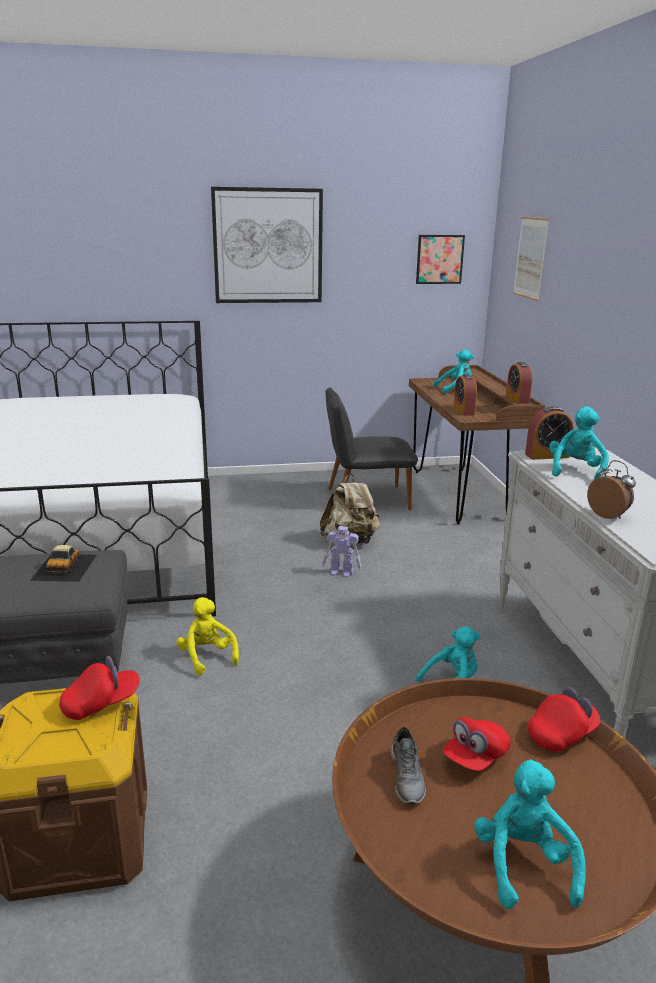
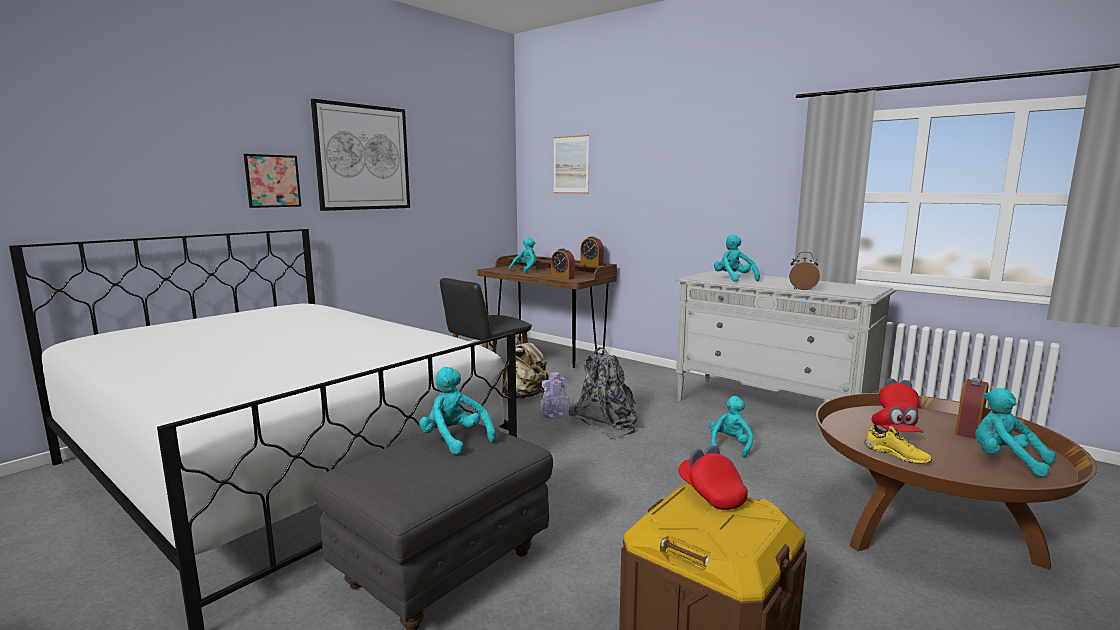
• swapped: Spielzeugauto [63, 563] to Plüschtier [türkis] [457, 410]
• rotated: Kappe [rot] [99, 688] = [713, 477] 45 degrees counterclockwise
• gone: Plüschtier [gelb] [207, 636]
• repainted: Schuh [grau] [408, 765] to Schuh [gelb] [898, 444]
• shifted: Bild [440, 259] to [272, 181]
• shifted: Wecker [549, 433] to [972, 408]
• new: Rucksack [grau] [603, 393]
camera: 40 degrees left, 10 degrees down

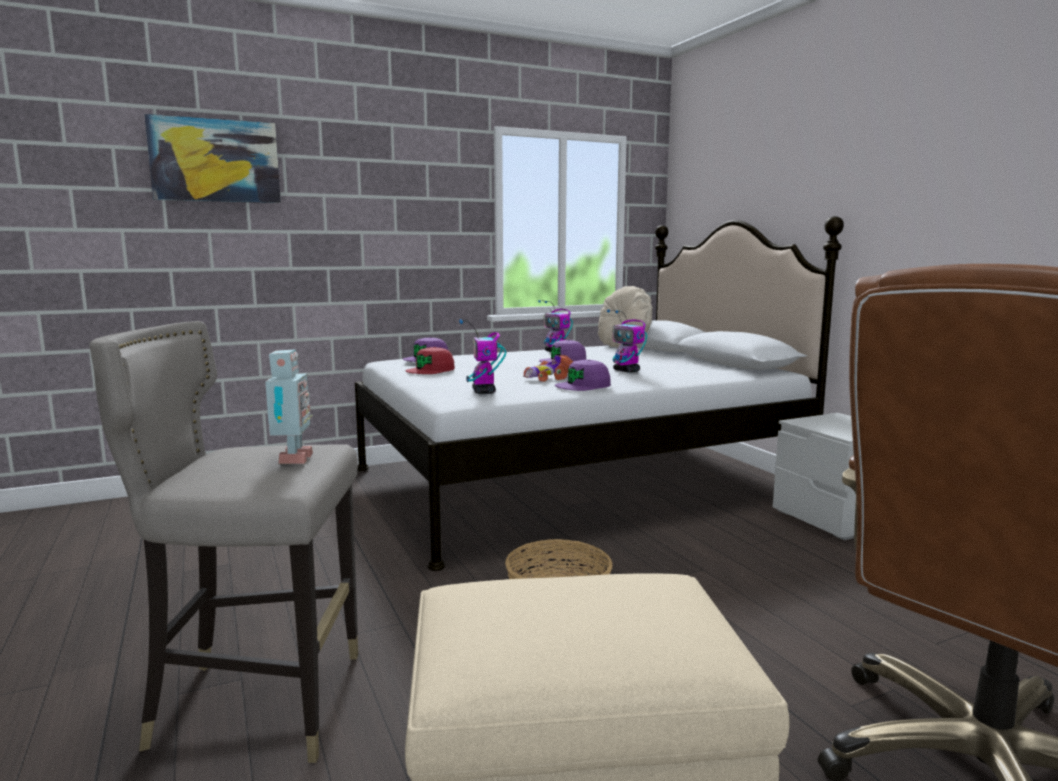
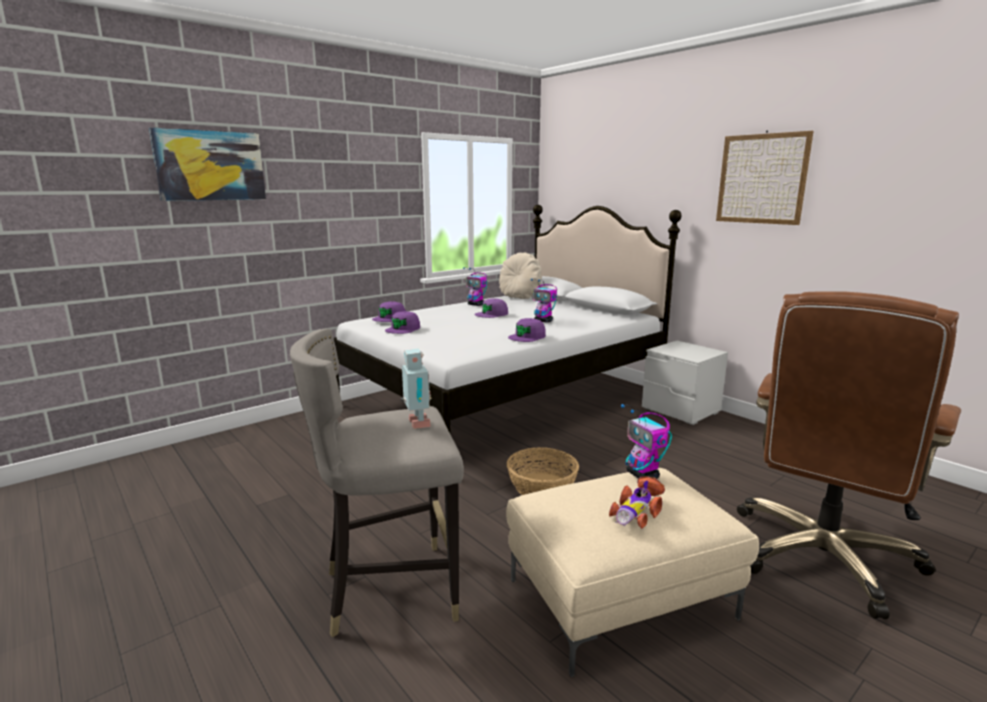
• repainted: Kappe [rot] [430, 360] to Kappe [lila] [402, 322]
• shifted: Spielzeugroboter [482, 356] to [646, 441]
• shifted: Spielzeugauto [548, 368] to [637, 502]
• new: Bild [765, 177]
camera: 15 degrees left, 5 degrees up

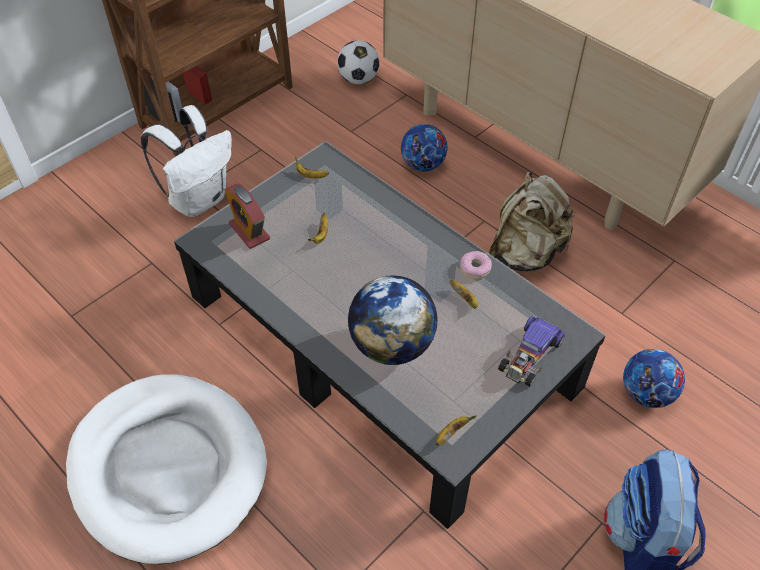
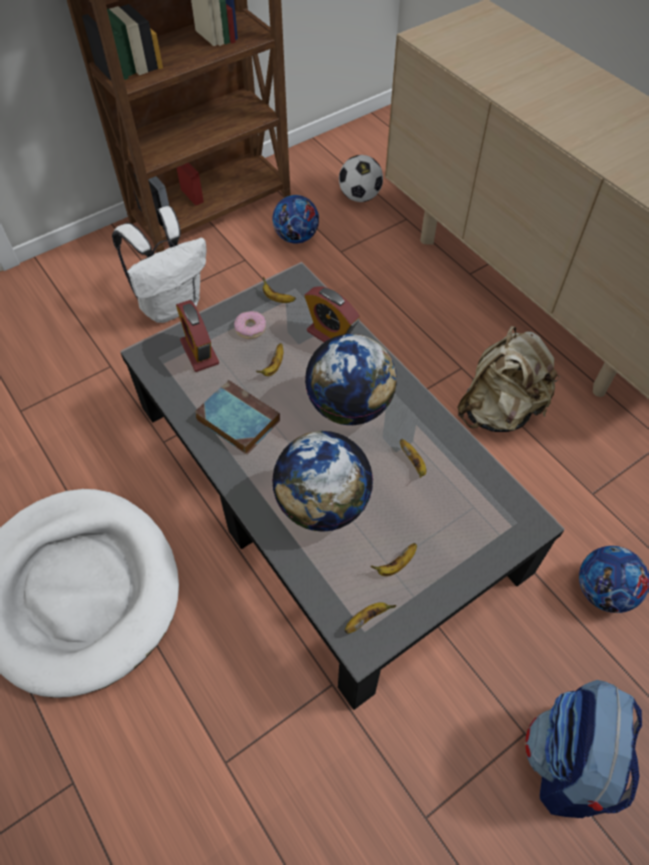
• shifted: Fußball [424, 147] to [295, 219]
• shifted: Donut [476, 265] to [250, 325]
• gone: Spielzeugauto [531, 351]
• new: Buch [237, 417]
• new: Wecker [332, 314]
• new: Globus [351, 379]
• new: Banane [393, 559]
camera: 10 degrees right, 5 degrees up

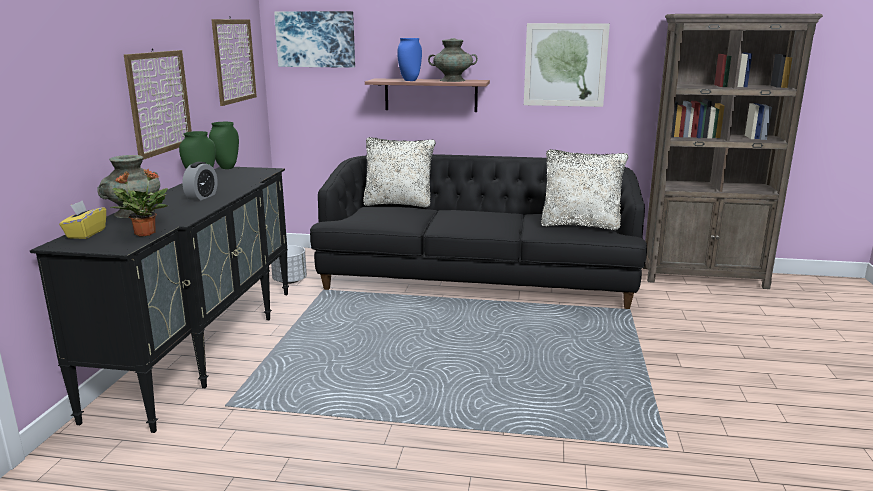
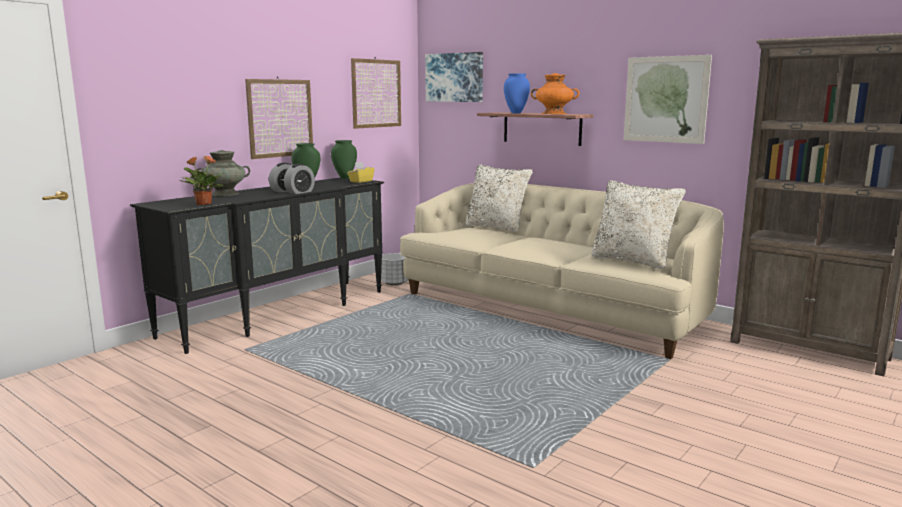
• shifted: Taschentuchbox [gelb] [82, 219] to [360, 172]
• repainted: Sofa [schwarz] [478, 231] to Sofa [beige] [562, 271]
• repainted: Vase [türkis] [453, 60] to Vase [orange] [555, 93]
• new: Wecker [299, 179]
camera: 30 degrees right, 5 degrees down

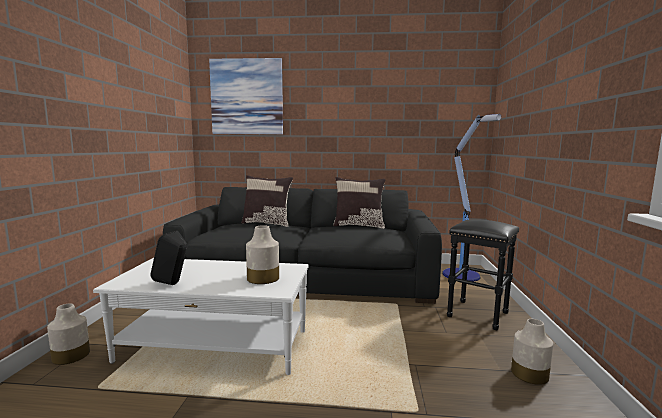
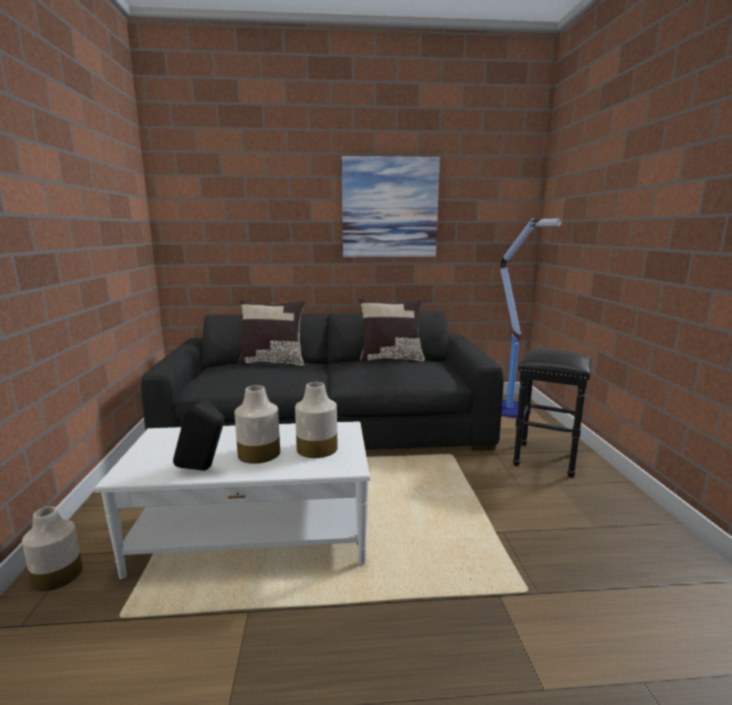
• shifted: Bild [246, 96] to [391, 206]
• shifted: Vase [beige] [532, 352] to [257, 424]
camera: 10 degrees left, 5 degrees up

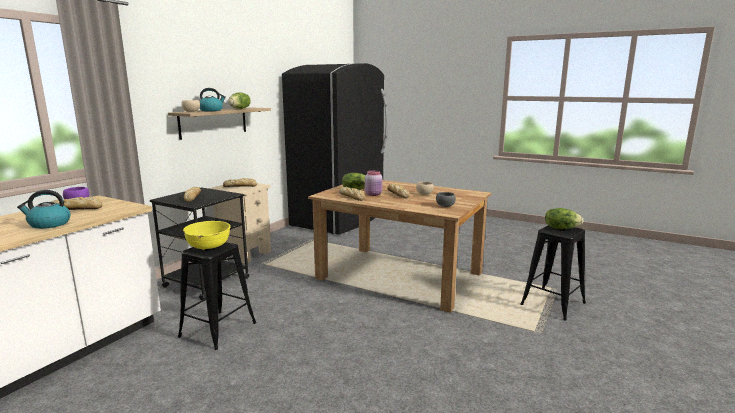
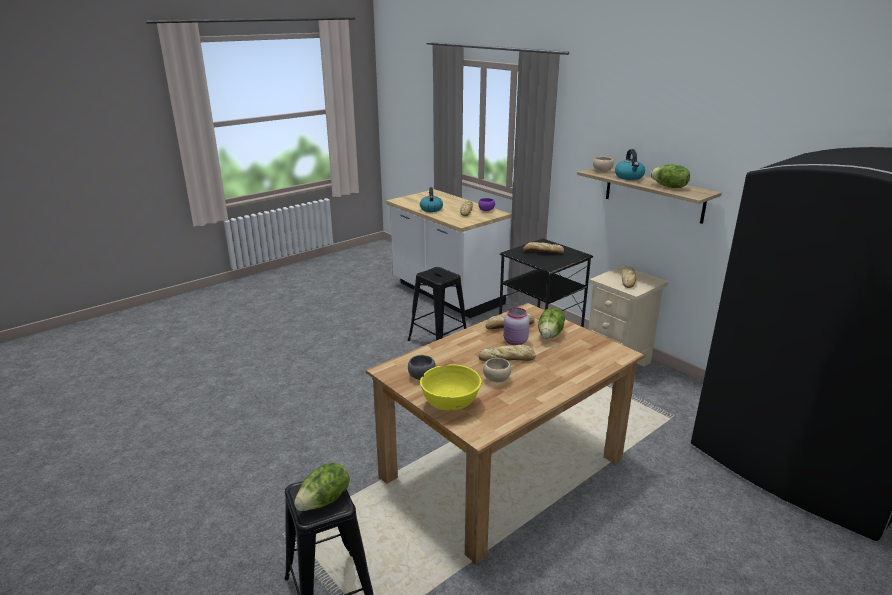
• shifted: Schüssel [gelb] [207, 235] to [451, 387]
camera: 110 degrees right, 10 degrees up

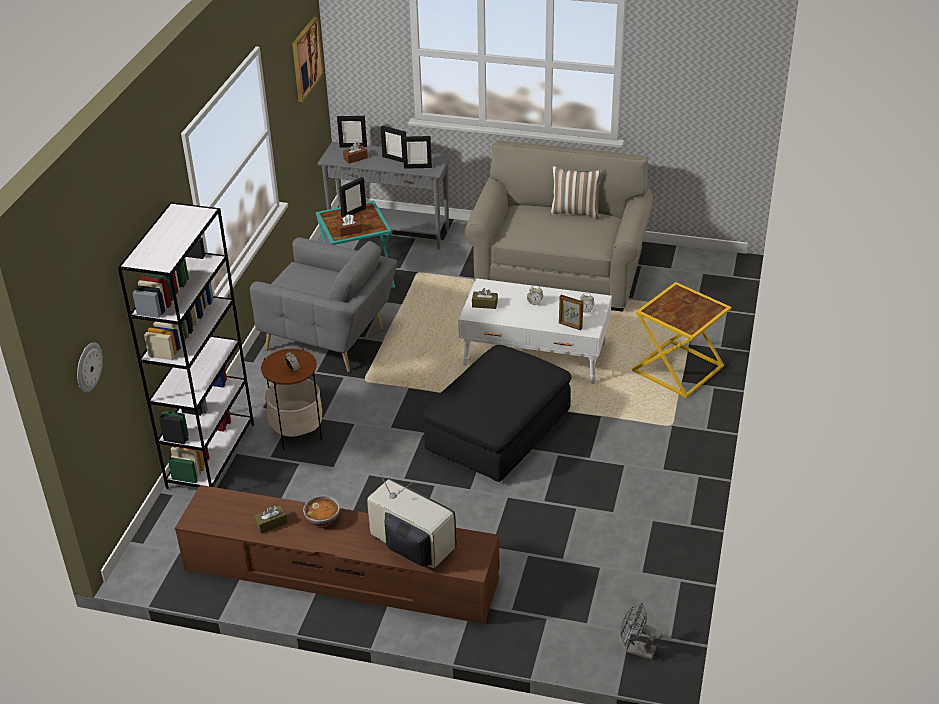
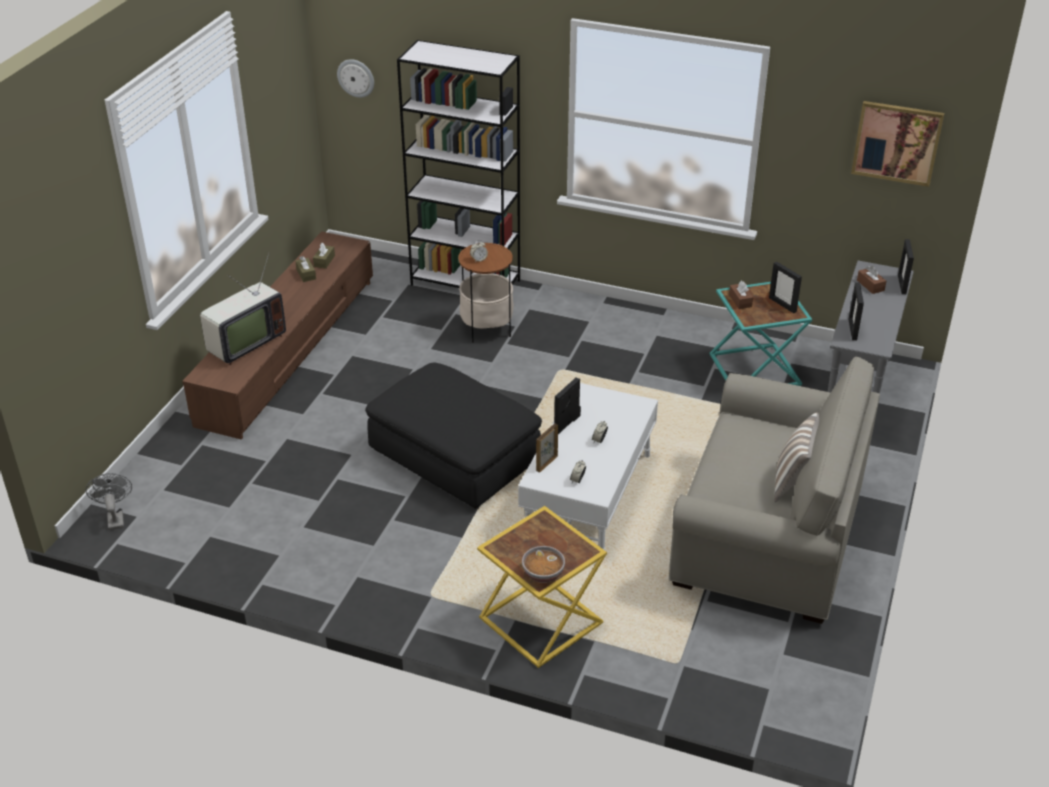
• gone: Sessel [grau] [323, 304]
• shifted: Schüssel [321, 511] to [543, 564]
• shifted: Bilderrahmen [393, 144] to [567, 405]
• shifted: Taschentuchbox [braun] [485, 298] to [324, 256]
• rotated: Ventilator [grau] [641, 631] = [109, 501] 45 degrees counterclockwise
camera: 95 degrees right, 0 degrees up

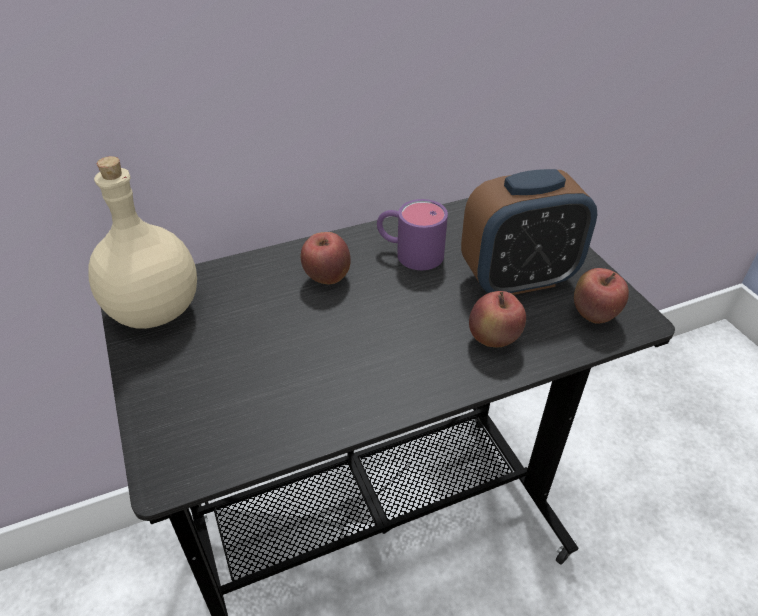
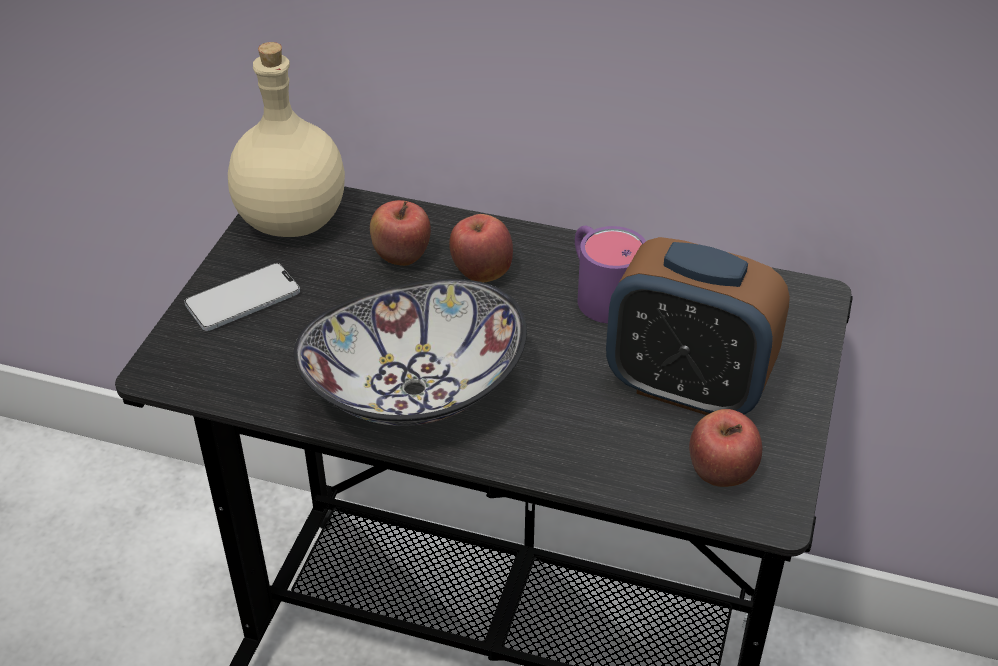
• shifted: Apfel [497, 319] to [400, 233]
• new: Handy [242, 297]
• new: Schüssel [410, 352]
camera: 40 degrees right, 0 degrees up

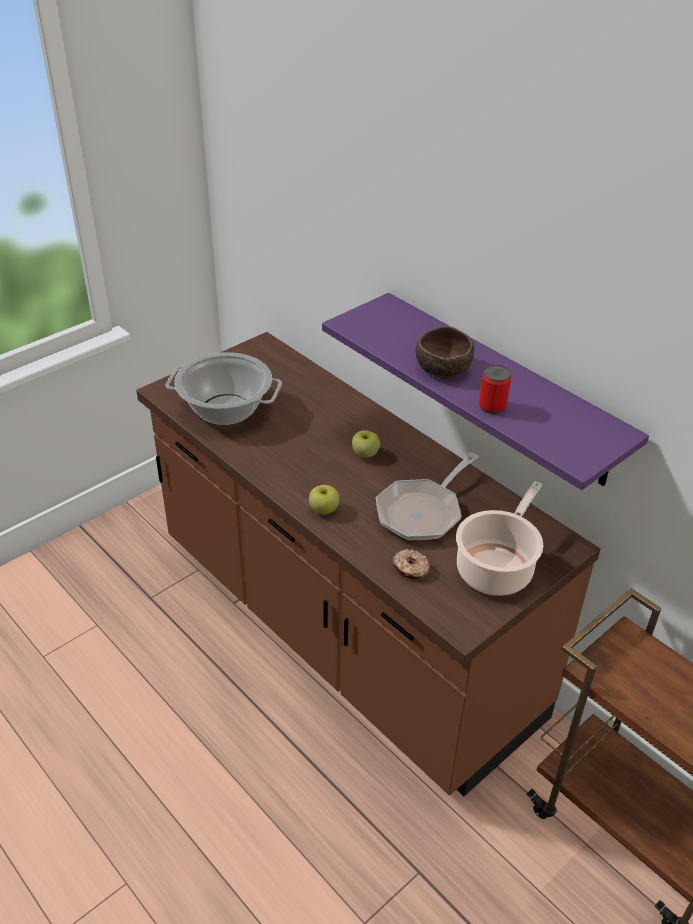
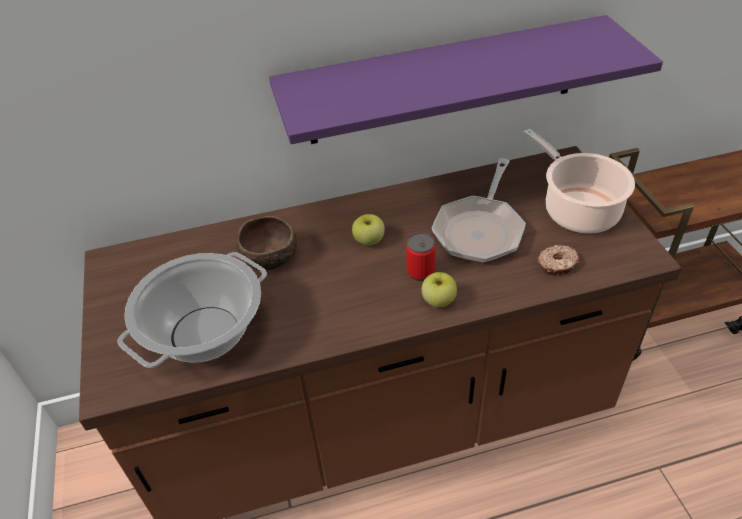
• rotated: Pfanne [427, 496] = [479, 210] 45 degrees clockwise
• shifted: Schüssel [braun] [444, 352] to [266, 243]
• shifted: Dose [495, 389] to [421, 257]
camera: 60 degrees left, 5 degrees up

